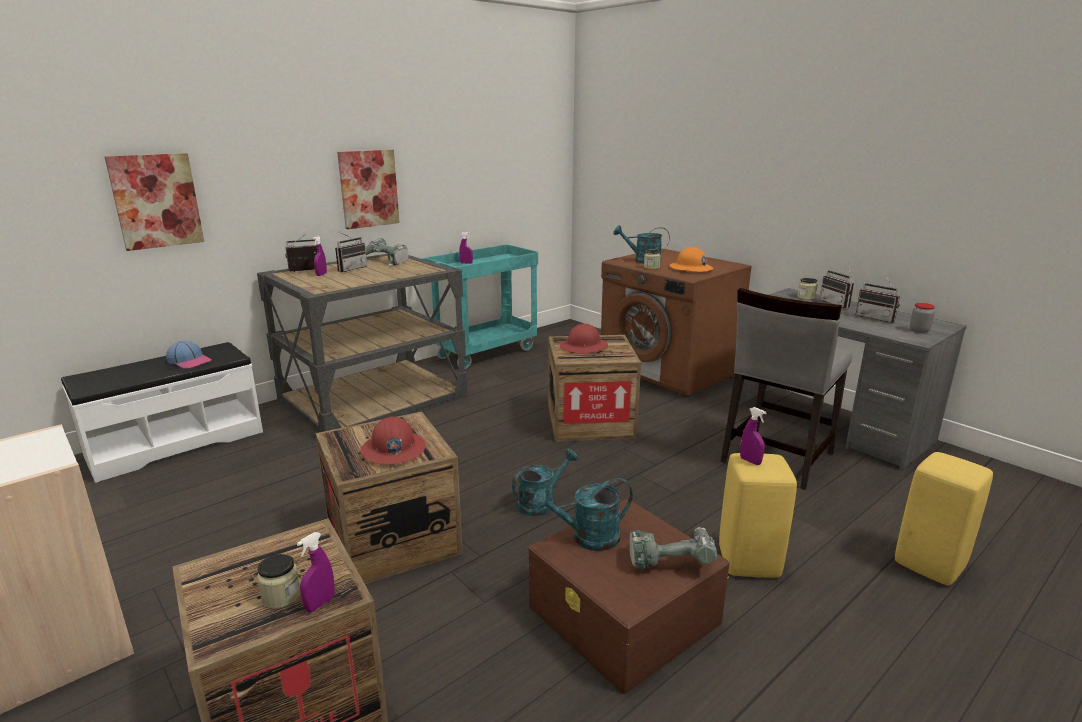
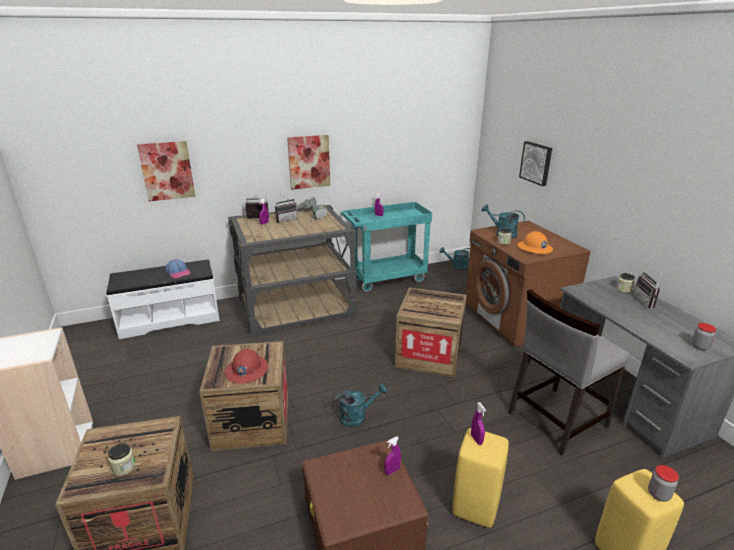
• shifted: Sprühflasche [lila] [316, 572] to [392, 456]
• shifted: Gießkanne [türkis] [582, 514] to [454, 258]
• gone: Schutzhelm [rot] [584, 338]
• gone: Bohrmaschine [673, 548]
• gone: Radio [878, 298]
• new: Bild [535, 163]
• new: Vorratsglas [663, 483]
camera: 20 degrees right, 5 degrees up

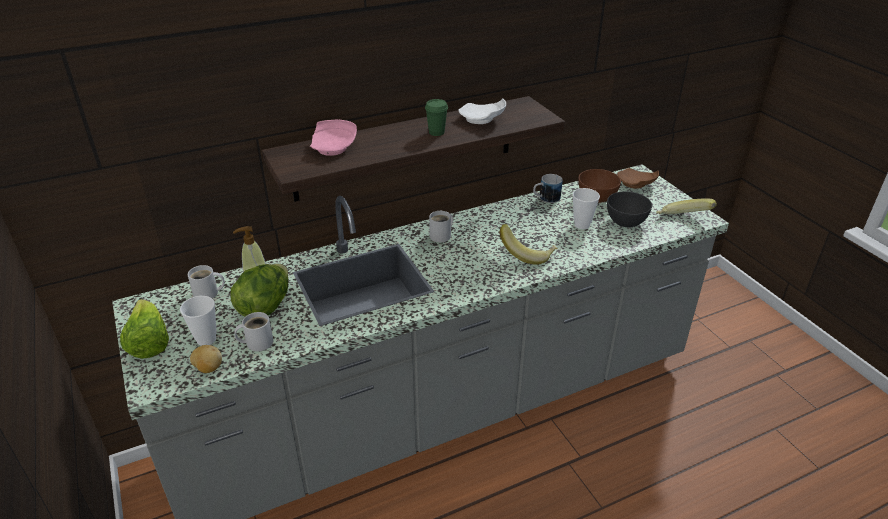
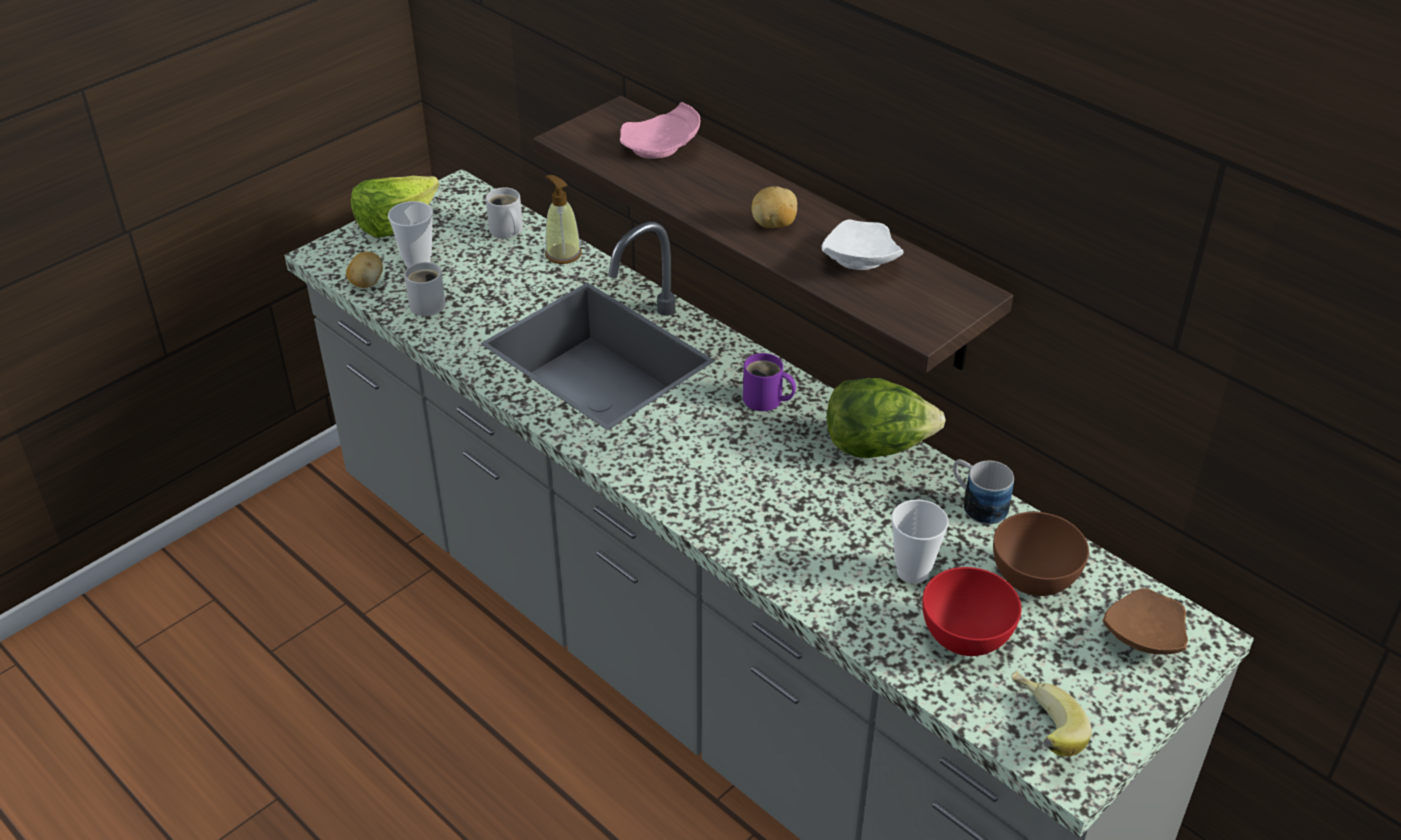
• shifted: Salatkopf [259, 290] to [886, 418]
• swapped: Tasse [grün] [436, 117] to Kartoffel [774, 207]
• repainted: Henkelbecher [weiß] [441, 226] to Henkelbecher [lila] [769, 382]
• gone: Banane [529, 244]
• repainted: Schüssel [grau] [629, 209] to Schüssel [rot] [971, 611]
camera: 70 degrees right, 5 degrees up

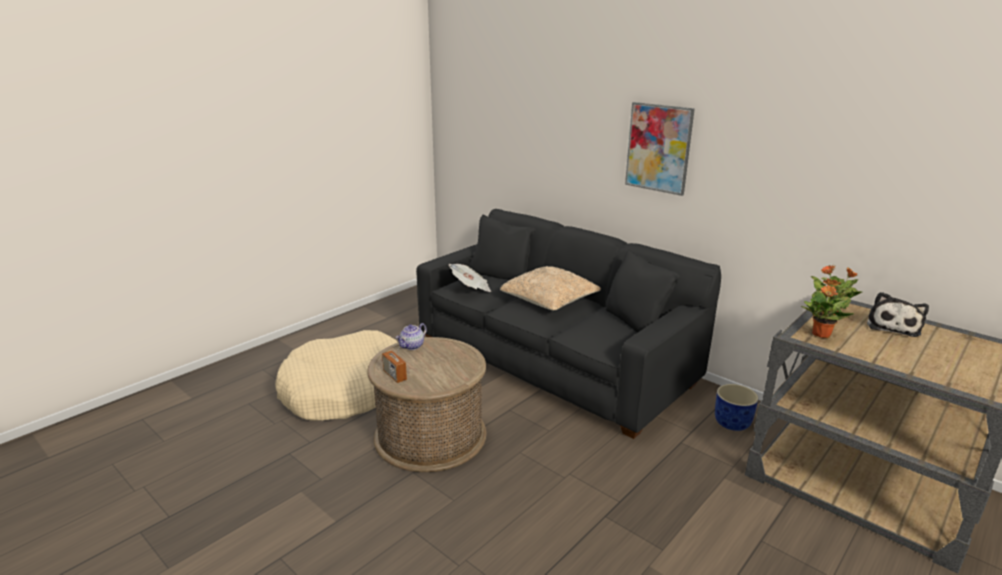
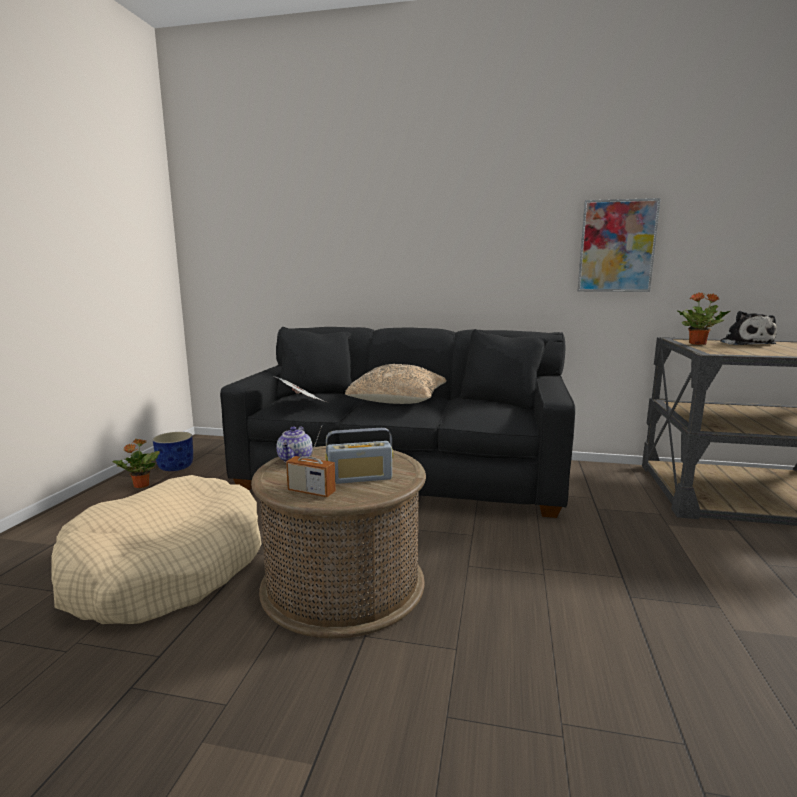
• shifted: Bild [660, 149] to [619, 245]
• shifted: Pflanzkübel [blau] [737, 407] to [173, 451]
• shifted: Topfpflanze [827, 308] to [136, 463]
• new: Radio [359, 456]
camera: 30 degrees left, 10 degrees down

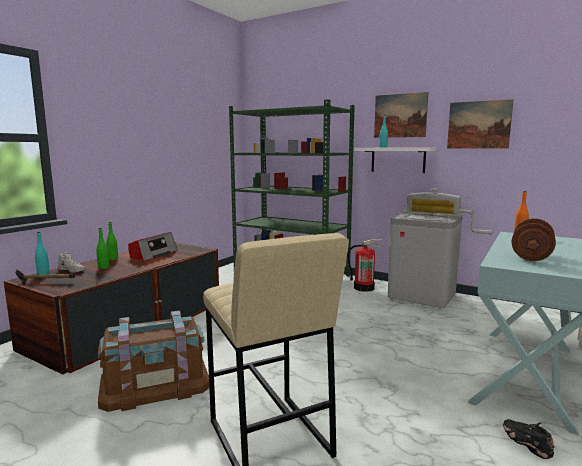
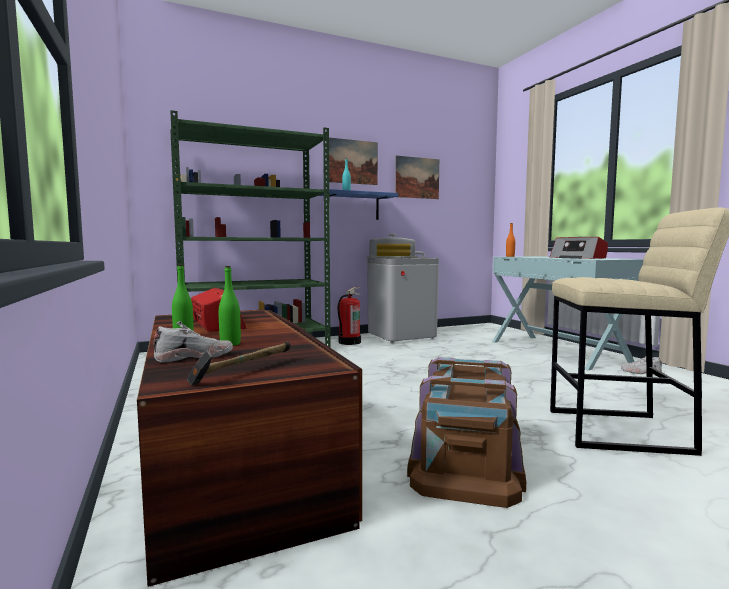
• gone: Flasche [türkis] [42, 253]
• repainted: Wandregal [weiß] [395, 160] to Wandregal [blau] [358, 204]
• repainted: Schuh [schwarz] [529, 439] to Schuh [weiß] [641, 366]
• swapped: Hantel [braun] [534, 239] to Radio [579, 248]
camera: 55 degrees left, 5 degrees down

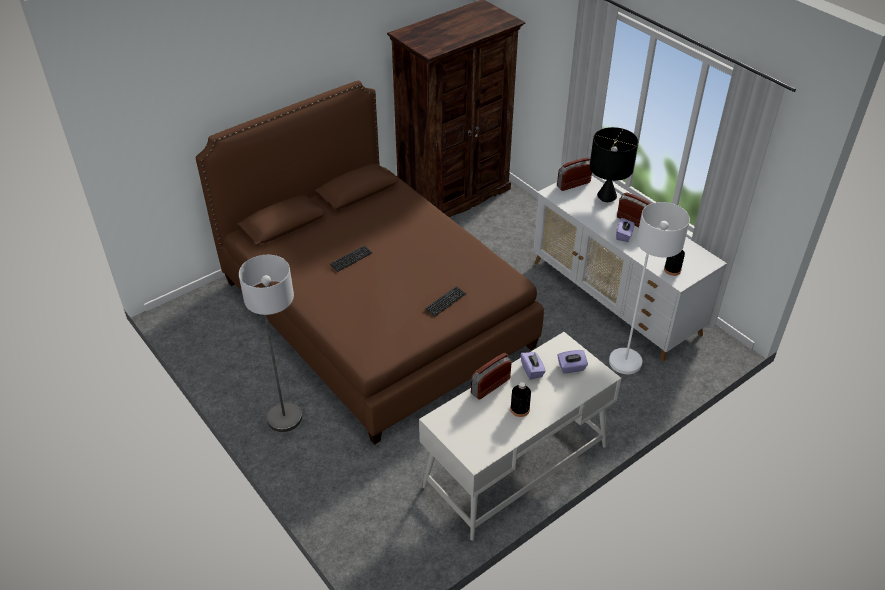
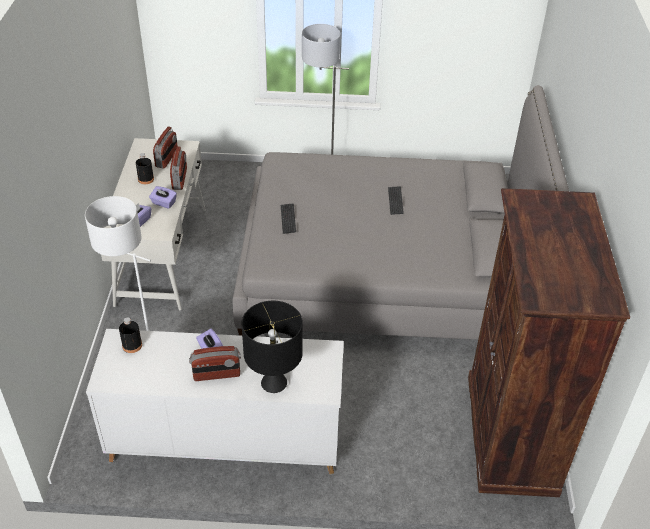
• repainted: Bett [braun] [370, 263] to Bett [grau] [401, 212]
• shifted: Radio [574, 174] to [165, 147]
camera: 130 degrees right, 0 degrees up

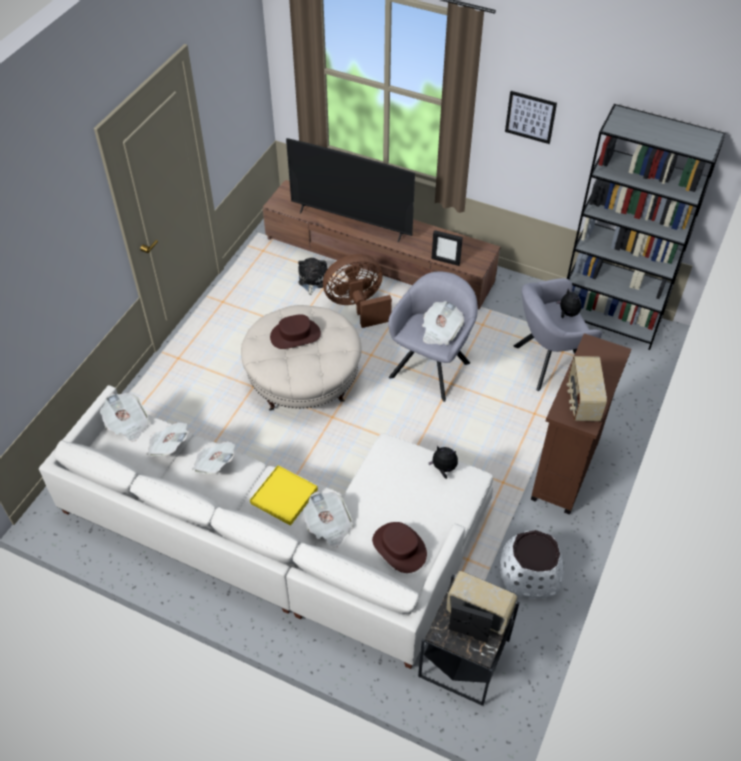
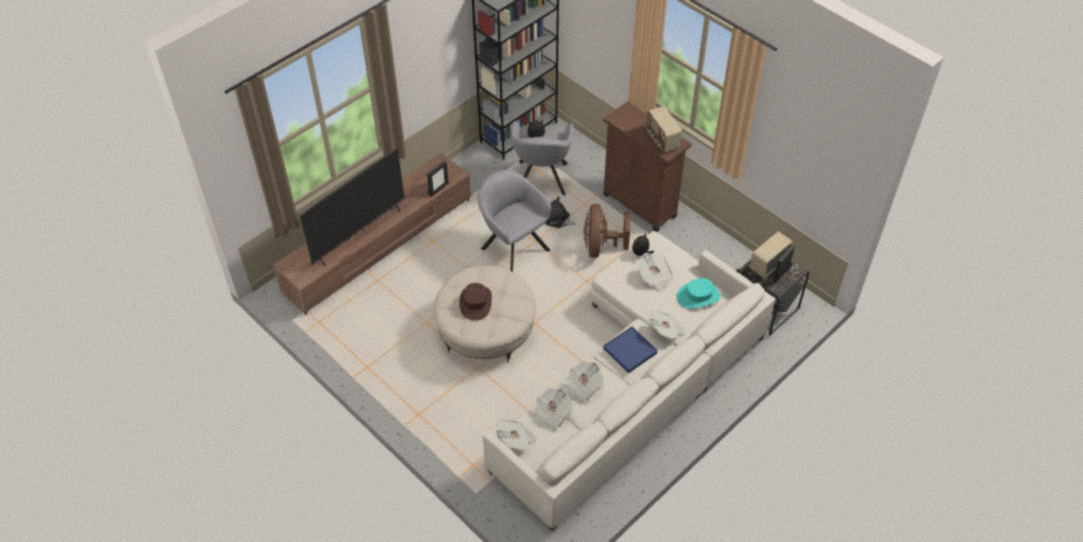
• repainted: Tablett [gelb] [284, 495] to Tablett [blau] [630, 350]
• shifted: Plüschtier [312, 277] to [560, 212]
• shifted: Ventilator [braun] [357, 291] to [607, 231]
• repainted: Hut [braun] [399, 547] to Hut [türkis] [698, 293]
• shifted: Zeitung [443, 323] to [656, 272]
• gone: Pflanzkübel [weiß] [532, 564]
• gone: Bild [531, 117]
• rotated: Radio [587, 388] = [664, 129] 45 degrees clockwise
camera: 70 degrees left, 0 degrees up

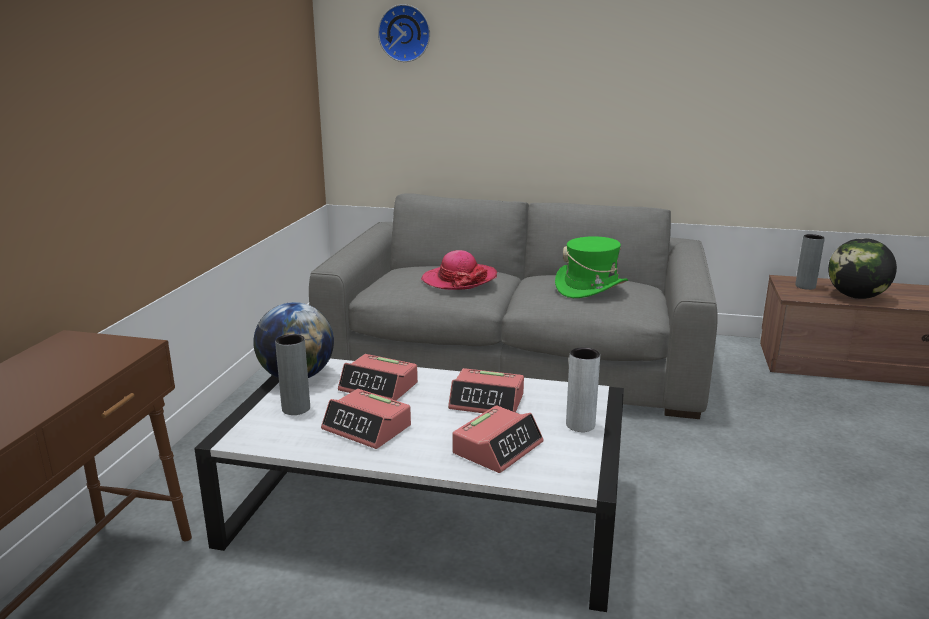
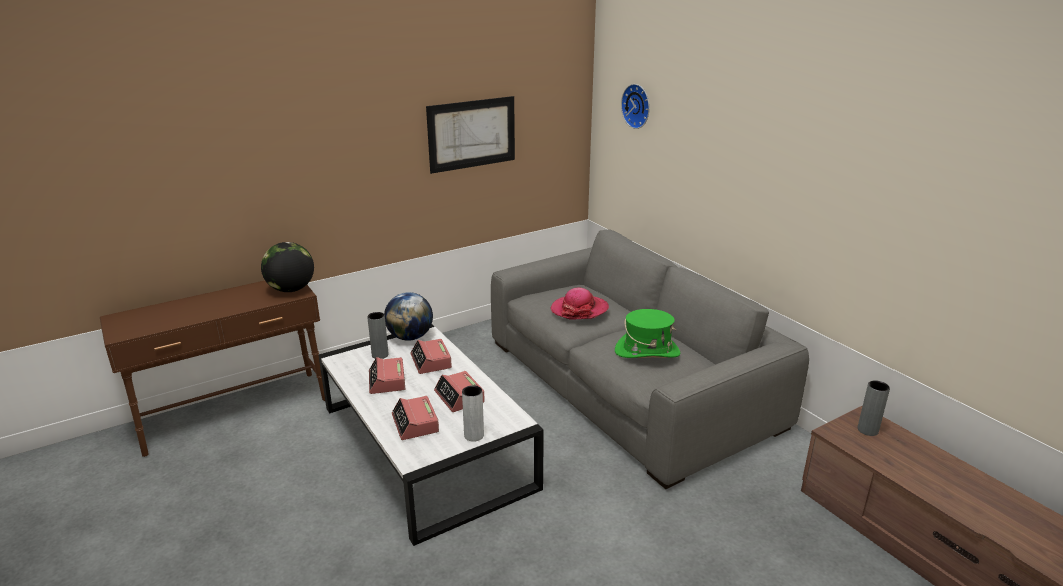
• rotated: Wecker [498, 439] = [415, 418] 75 degrees clockwise
• shifted: Globus [862, 268] to [287, 267]
• new: Bild [470, 135]
camera: 45 degrees right, 5 degrees up

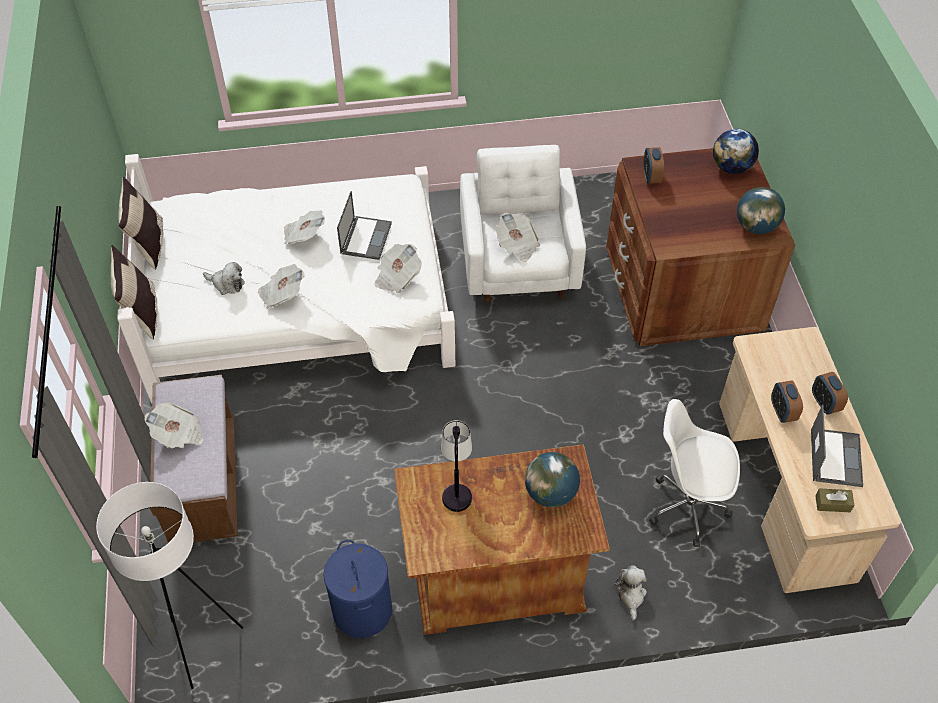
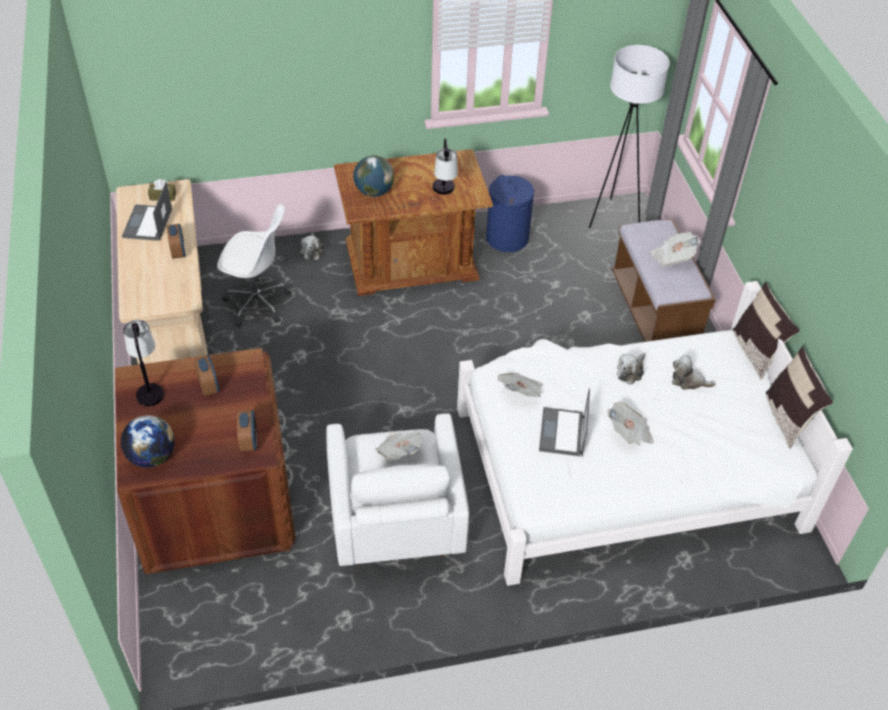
• swapped: Zeitung [281, 286] to Plüschtier [631, 369]
• swapped: Globus [761, 210] to Tischlampe [143, 363]
• shifted: Wecker [830, 393] to [206, 375]
camera: 175 degrees right, 5 degrees down

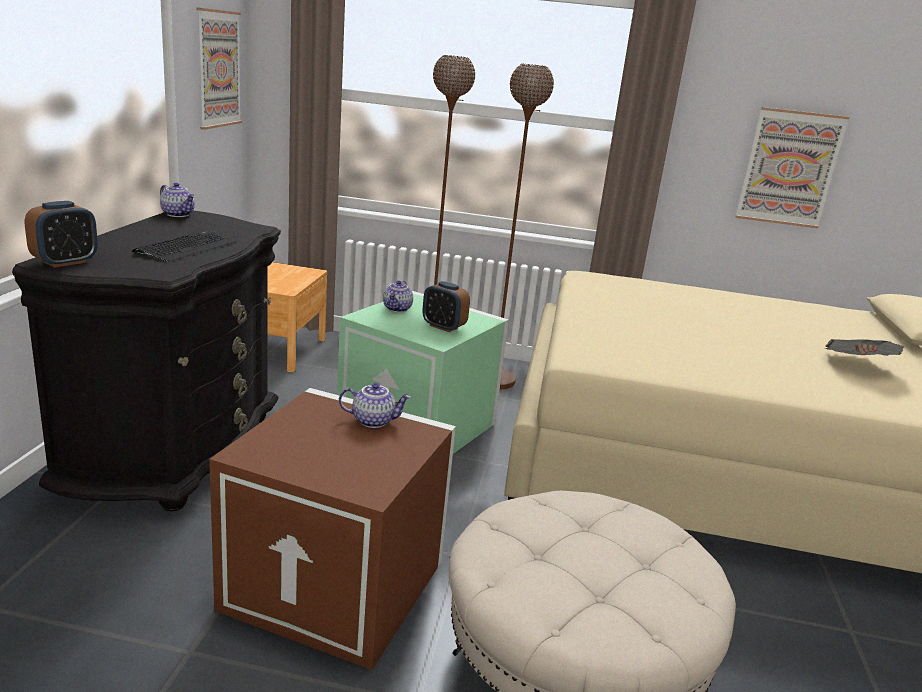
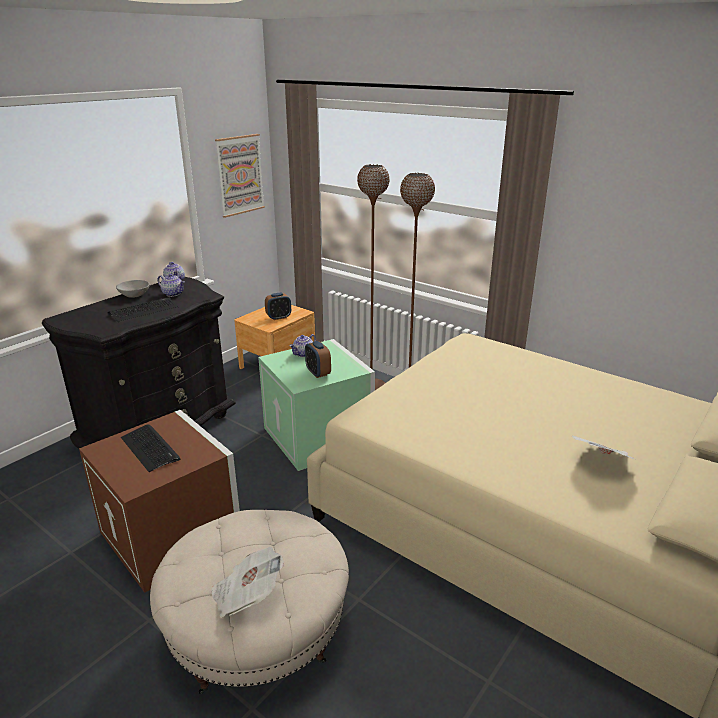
• shifted: Wecker [61, 234] to [278, 306]
• shifted: Teekanne [375, 405] to [171, 285]
• gone: Bild [792, 167]
• new: Schüssel [grau] [133, 289]
• new: Tastatur [151, 448]
• new: Zeitung [247, 582]
camera: 30 degrees right, 5 degrees up

